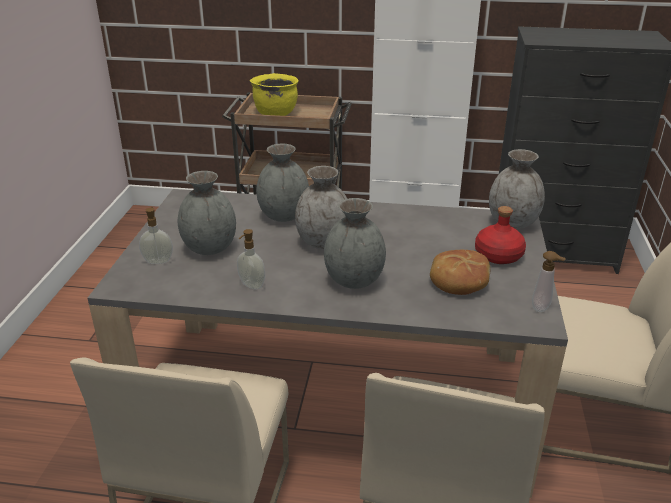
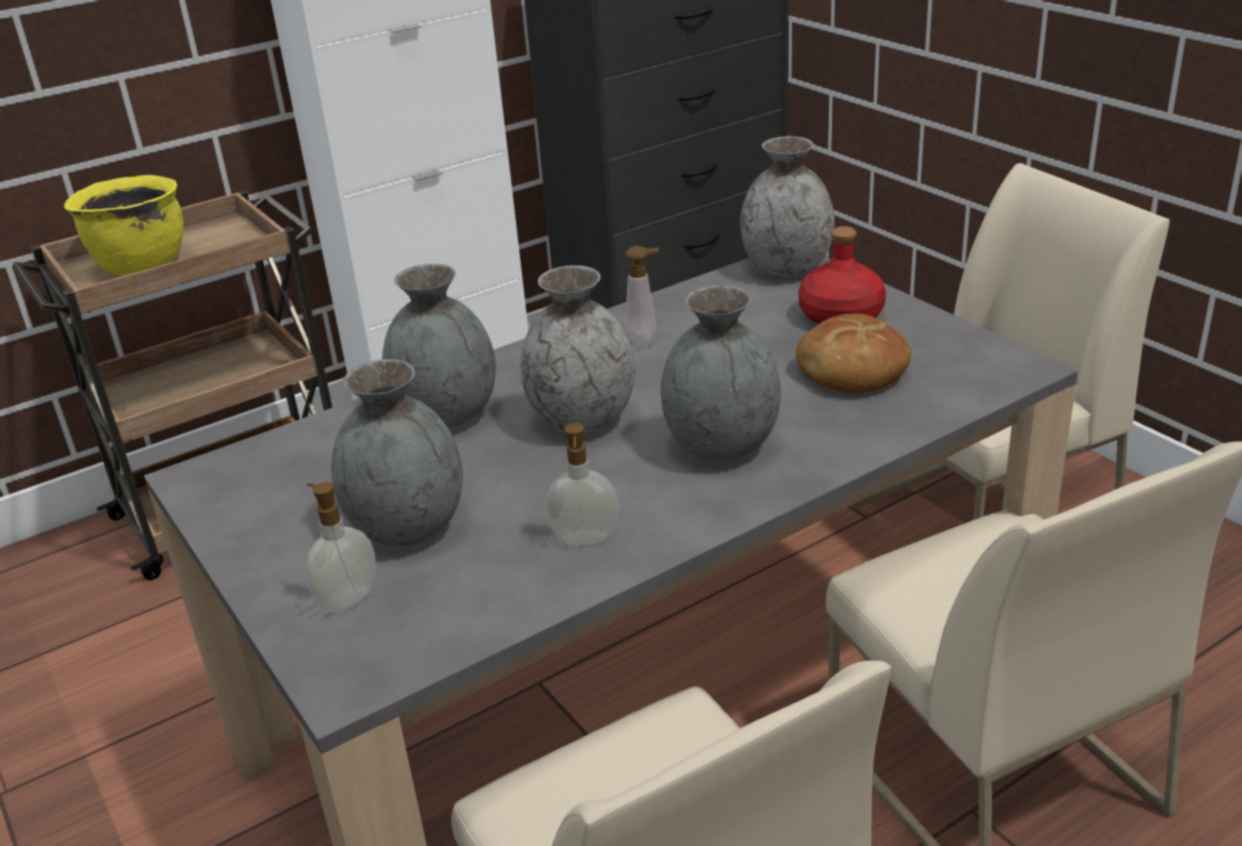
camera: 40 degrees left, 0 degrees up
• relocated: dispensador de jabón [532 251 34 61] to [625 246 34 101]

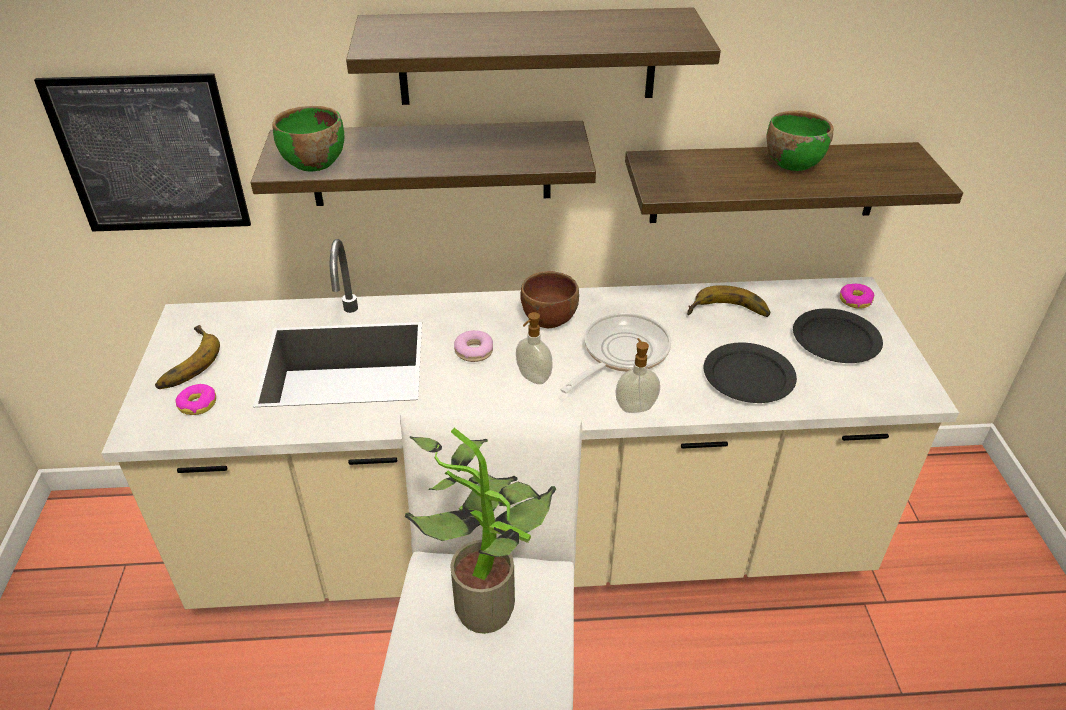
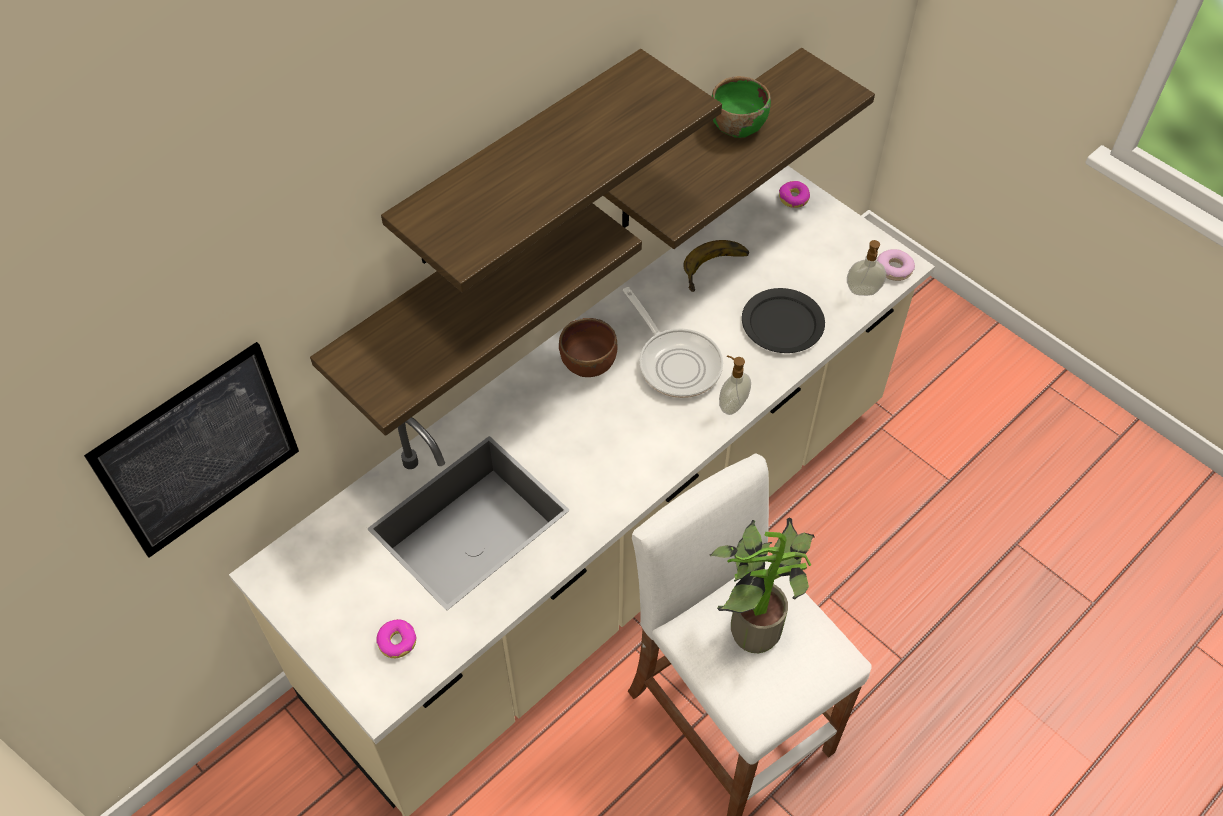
camera: 40 degrees left, 15 degrees up
• missing: cuenco/verde [272 106 72 65]
• missing: plato/negro [793 308 90 55]
• relocated: dispensador de jabón [516 312 37 72] to [847 240 39 56]
• spun: sartén [560 313 111 80] = [623 287 100 111] 150 degrees clockwise
• missing: plátano [155 325 65 64]
• relocated: rosquilla [454 330 39 32] to [877 249 38 32]

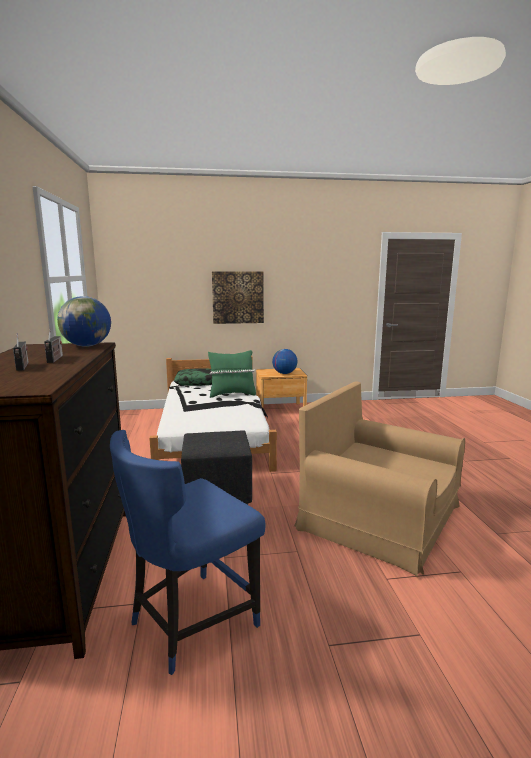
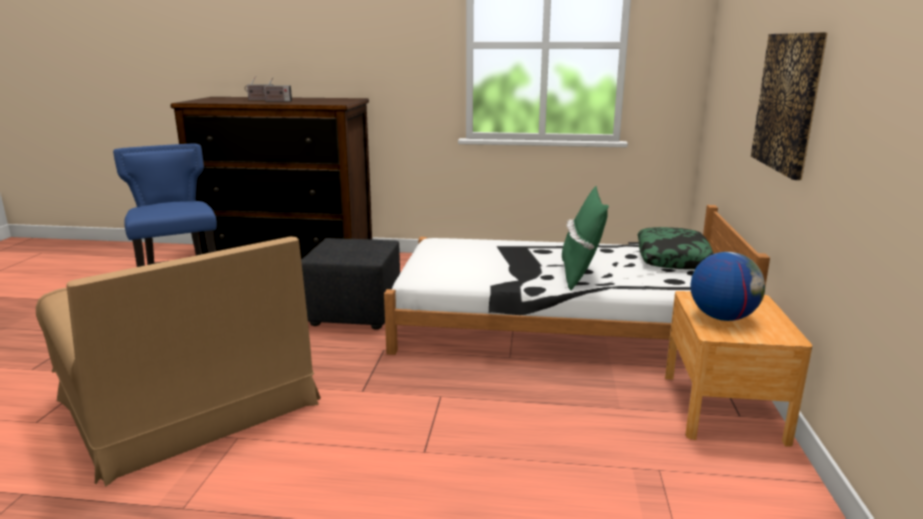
camera: 105 degrees right, 5 degrees up
• missing: globo terráqueo [57 296 54 51]
• spun: sillón/marrón [294 382 171 195] = [36 237 285 250] 90 degrees clockwise

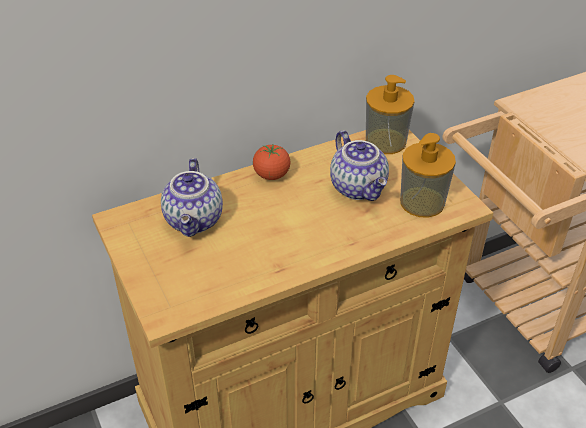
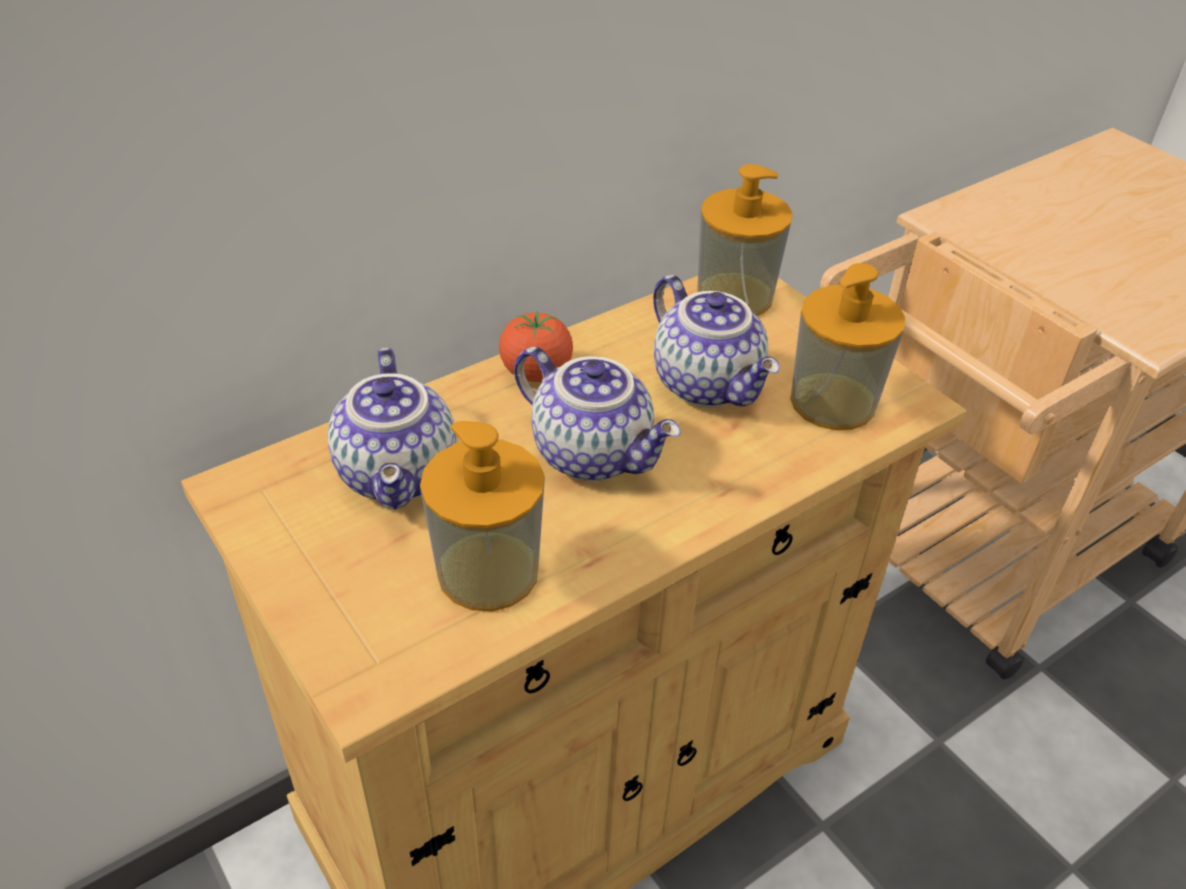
camera: 10 degrees left, 0 degrees up
• appeared: tetera [514 347 167 134]
• appeared: dispensador de jabón [420 421 125 190]

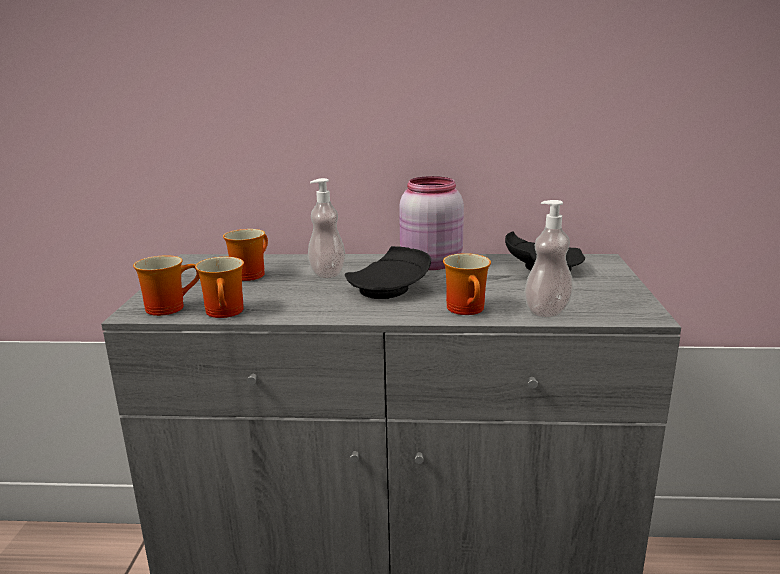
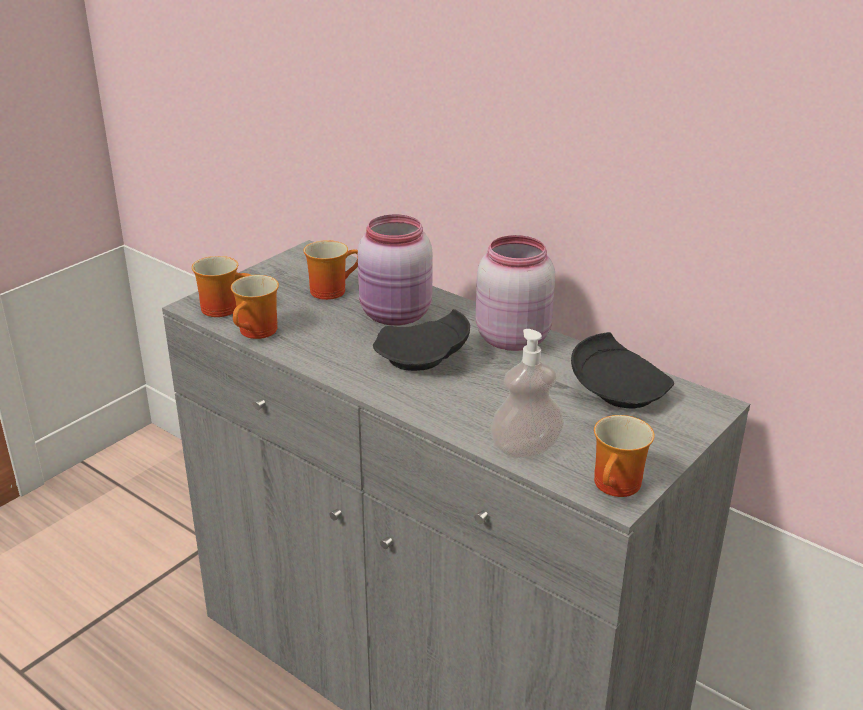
camera: 35 degrees right, 10 degrees up
• exchanged: dispensador de jabón [308 178 38 101] to tarro/rosa [358 214 75 112]
• relocated: taza grande [443 253 48 62] to [594 415 61 82]

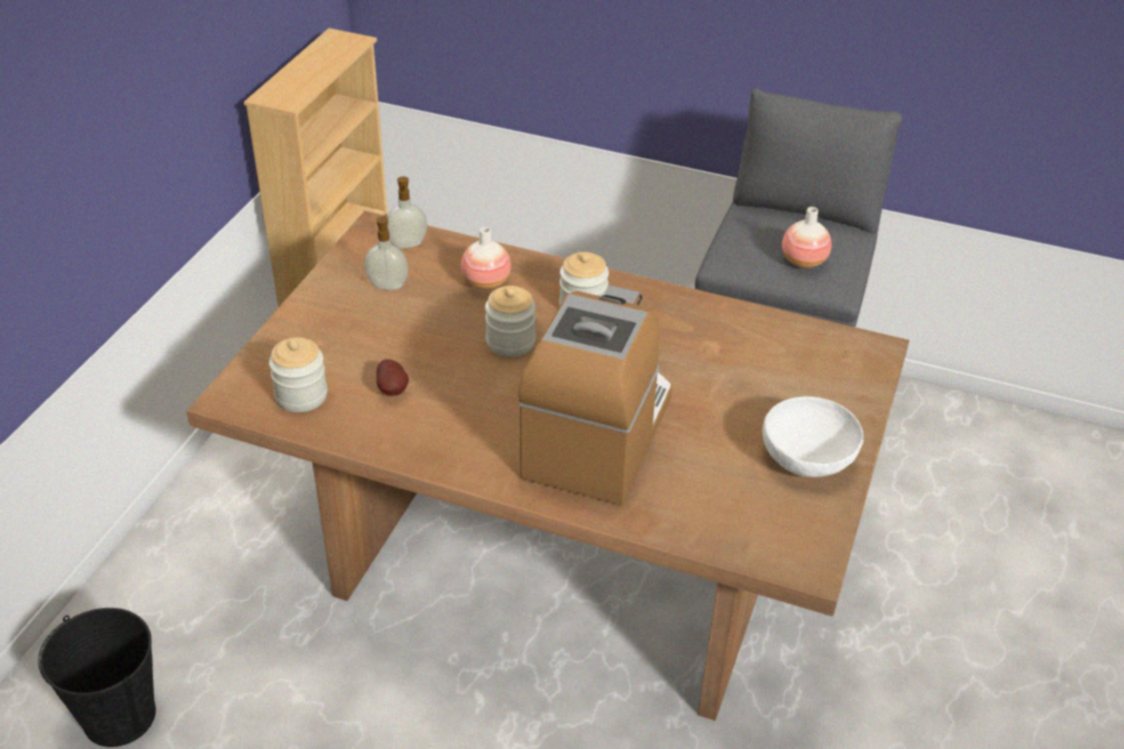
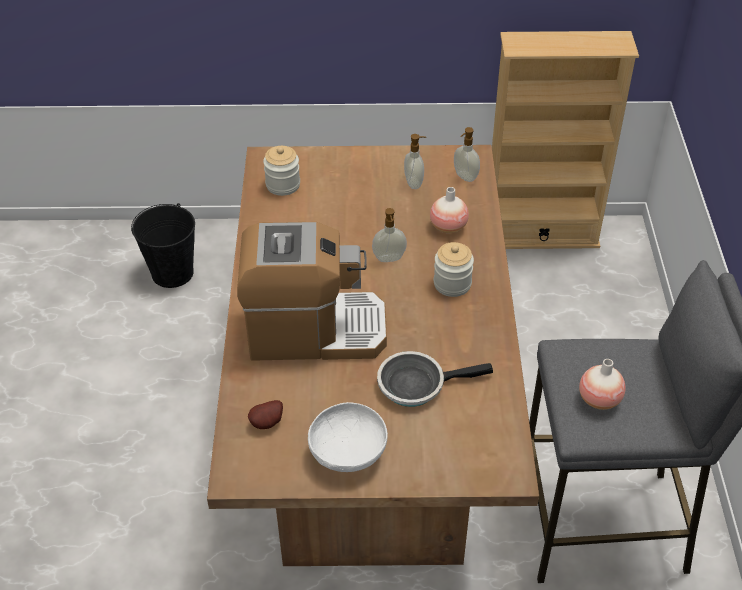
camera: 70 degrees right, 5 degrees up
• exchanged: tarro [485 286 51 71] to dispensador de jabón [372 208 35 54]
• relocated: patata [376 359 33 37] to [248 400 35 29]
• appeared: sartén [377 351 116 56]

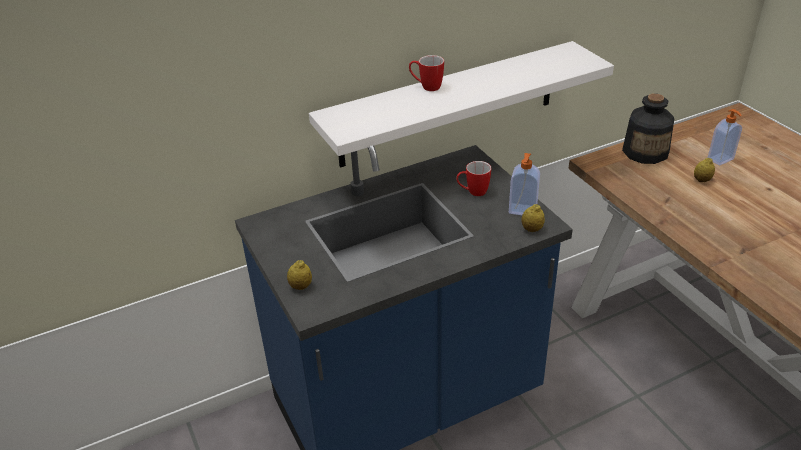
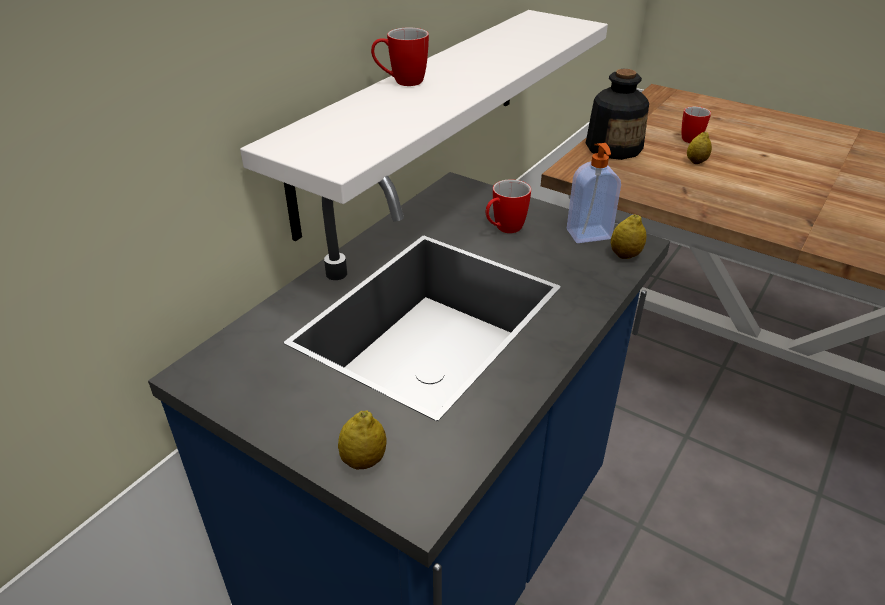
camera: 30 degrees left, 0 degrees up
• exchanged: dispensador de jabón [708 109 34 57] to taza grande [682 106 29 37]

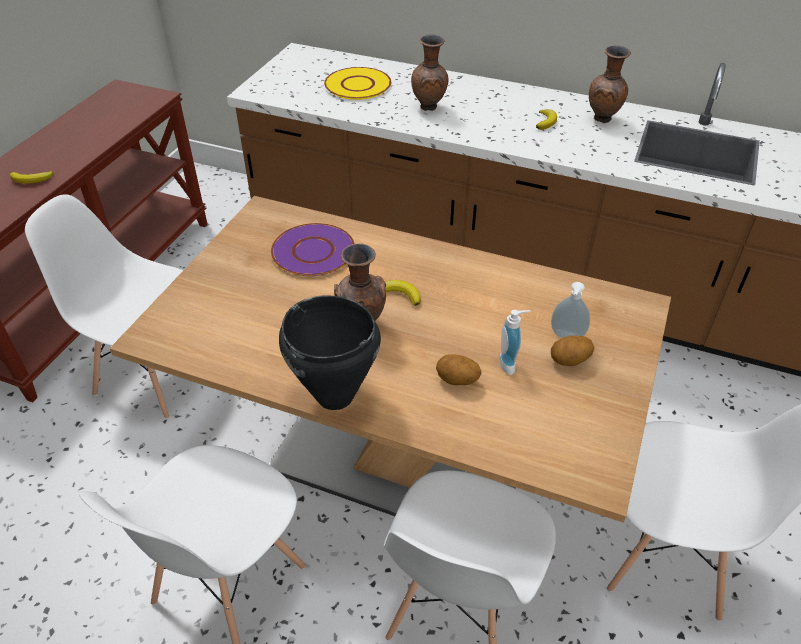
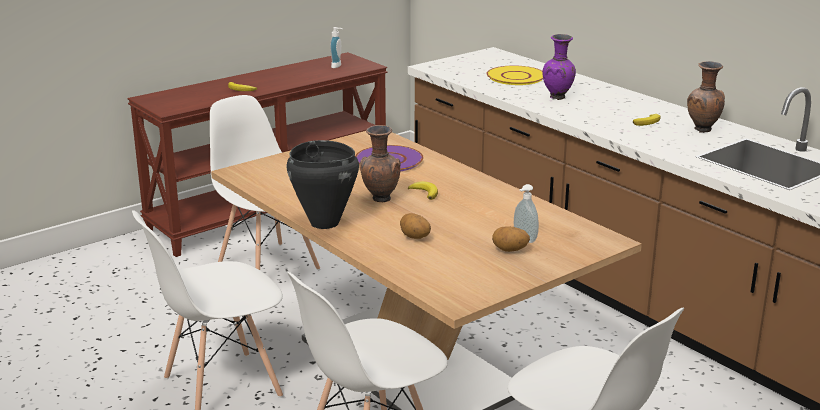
camera: 30 degrees right, 20 degrees down
• colour: florero/marrón [411 35 37 76] to florero/morado [543 34 33 66]
• relocated: dispensador de jabón [499 310 32 65] to [330 27 13 41]

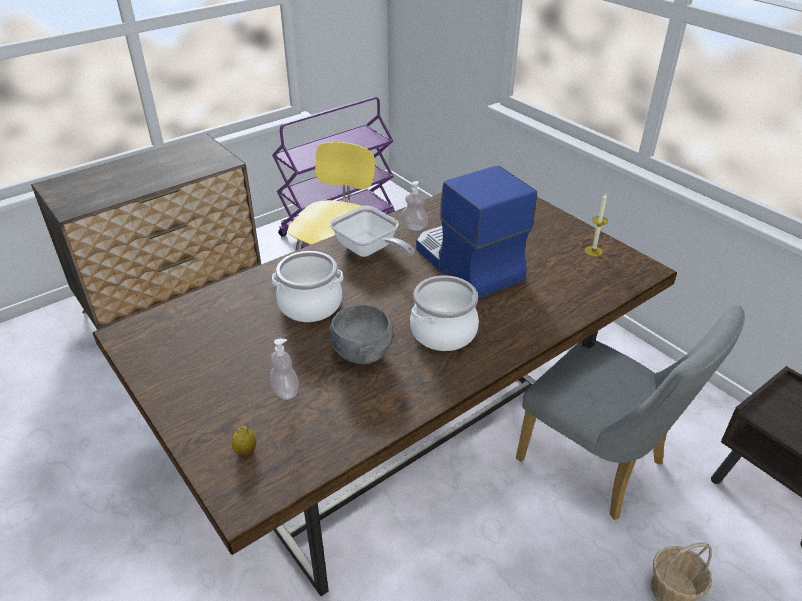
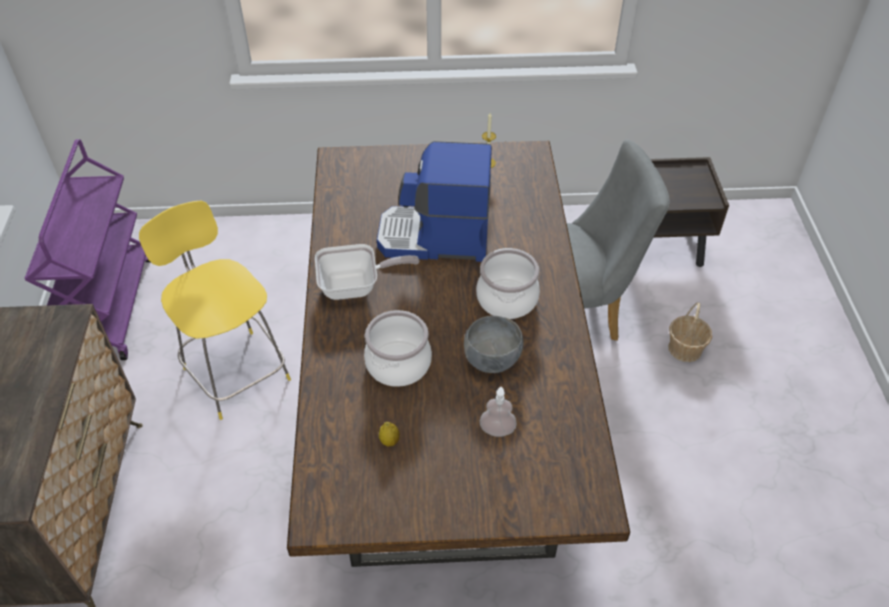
camera: 55 degrees left, 10 degrees up
• missing: dispensador de jabón [401 181 27 50]
• relocated: limón [232 426 24 30] to [379 422 21 24]

